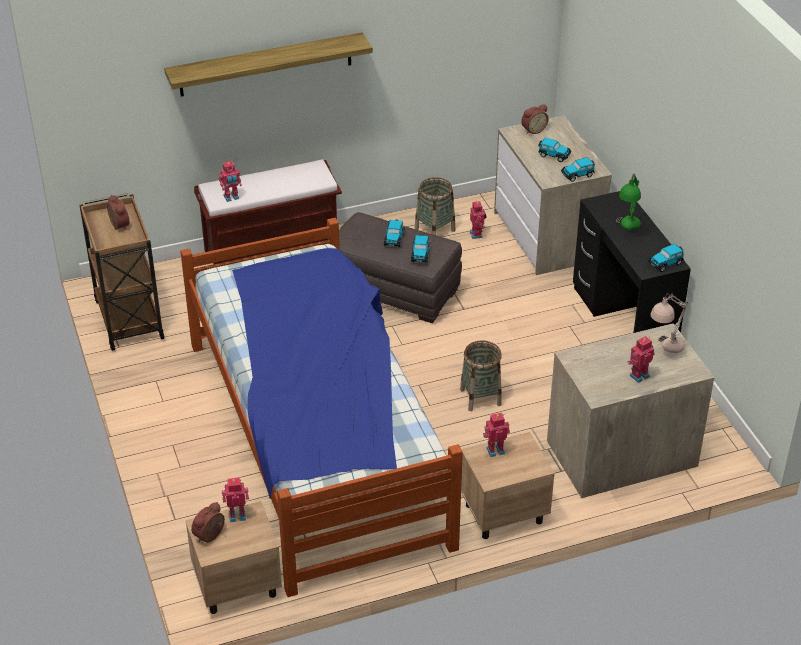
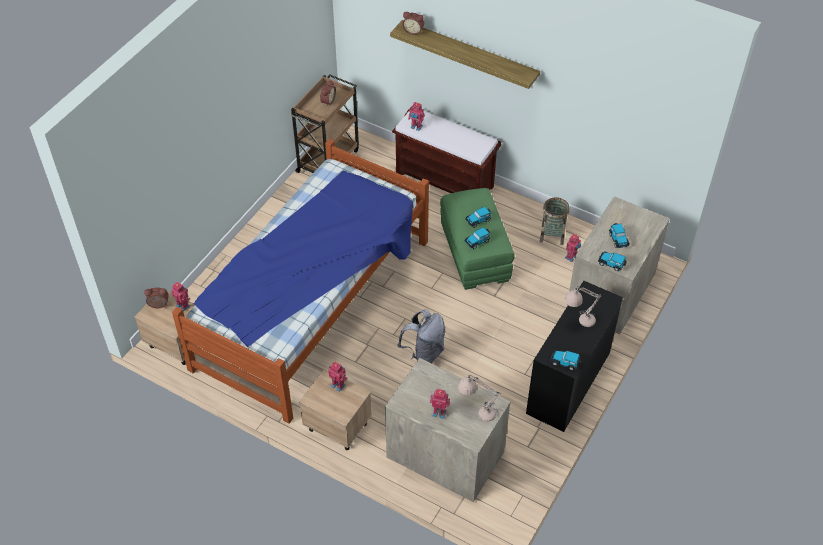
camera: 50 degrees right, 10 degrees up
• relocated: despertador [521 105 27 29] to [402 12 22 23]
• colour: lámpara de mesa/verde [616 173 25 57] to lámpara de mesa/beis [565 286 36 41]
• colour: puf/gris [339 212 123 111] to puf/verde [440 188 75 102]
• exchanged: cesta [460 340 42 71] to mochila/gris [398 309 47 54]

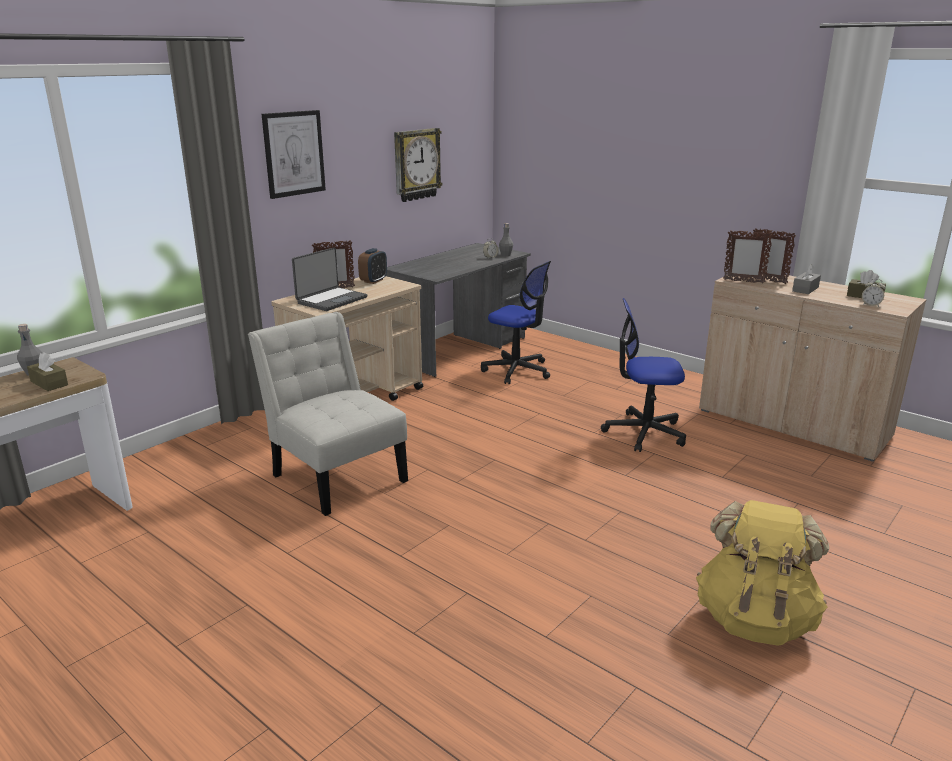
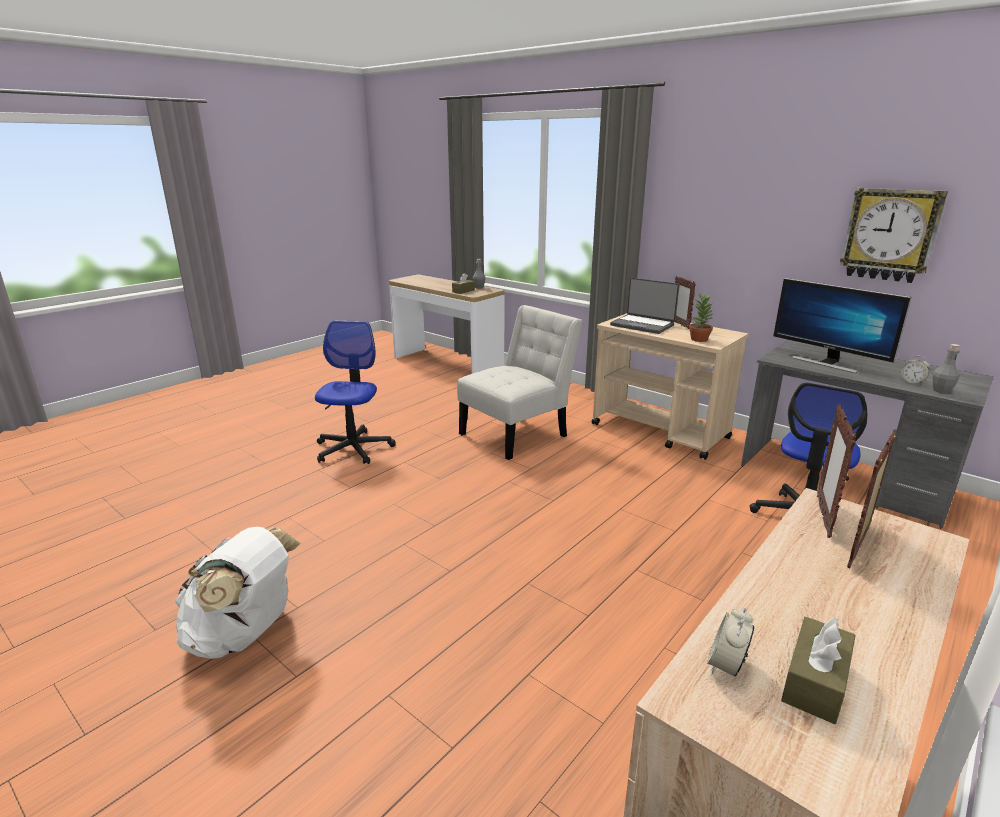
camera: 90 degrees right, 0 degrees up
• missing: cuadro [262 110 64 89]
• missing: despertador [358 248 29 36]
• missing: caja de pañuelos/gris [792 264 29 30]
• relocated: silla de oficina [601 298 85 154] to [315 321 81 143]
• colour: mochila/amarillo [696 500 133 146] to mochila/blanco [175 527 126 132]
• appeared: monitor [773 278 139 95]
• appeared: planta en maceta [689 293 24 49]

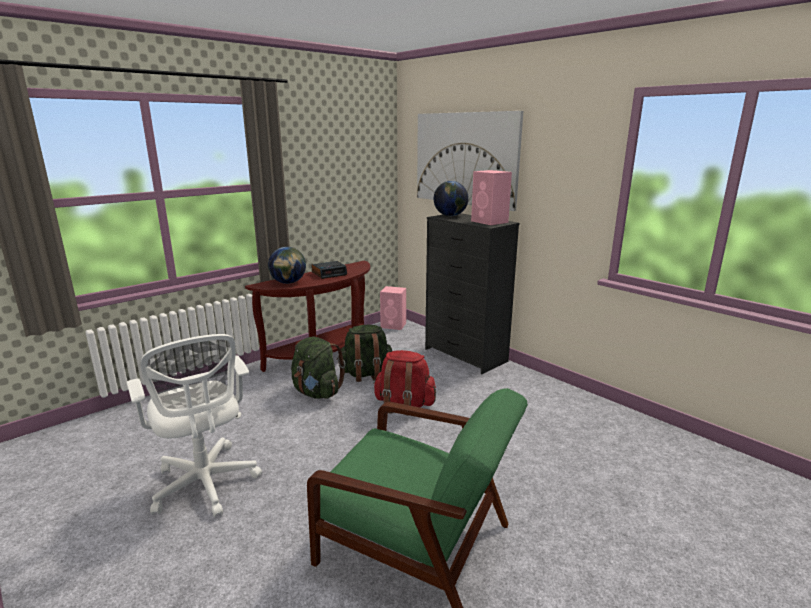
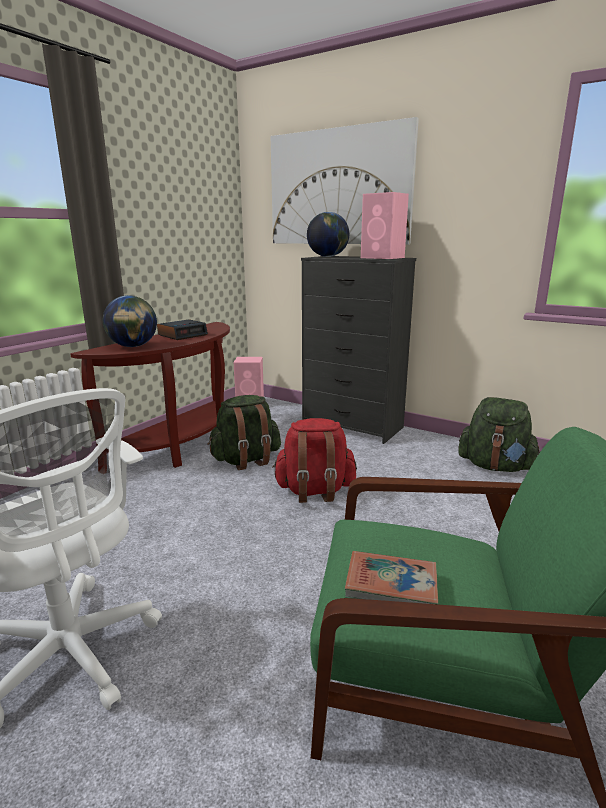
camera: 15 degrees left, 0 degrees up
• relocated: mochila/verde [291 337 54 62] to [458 397 83 75]
• appeared: libro [345 551 93 53]

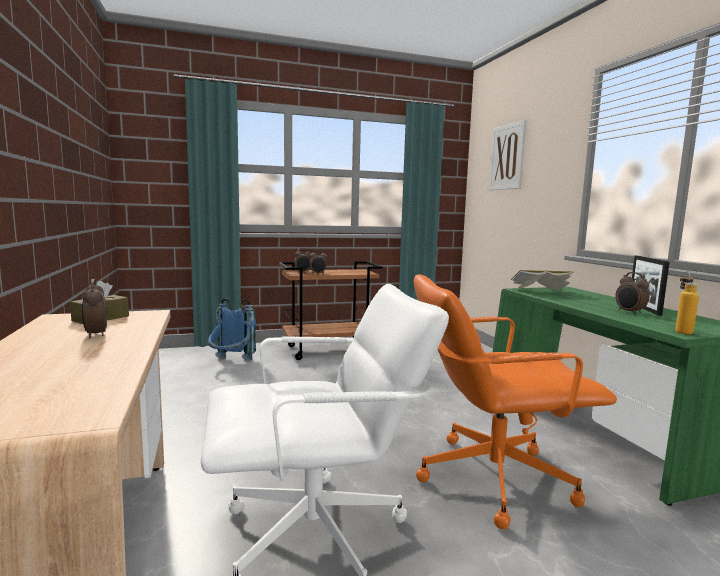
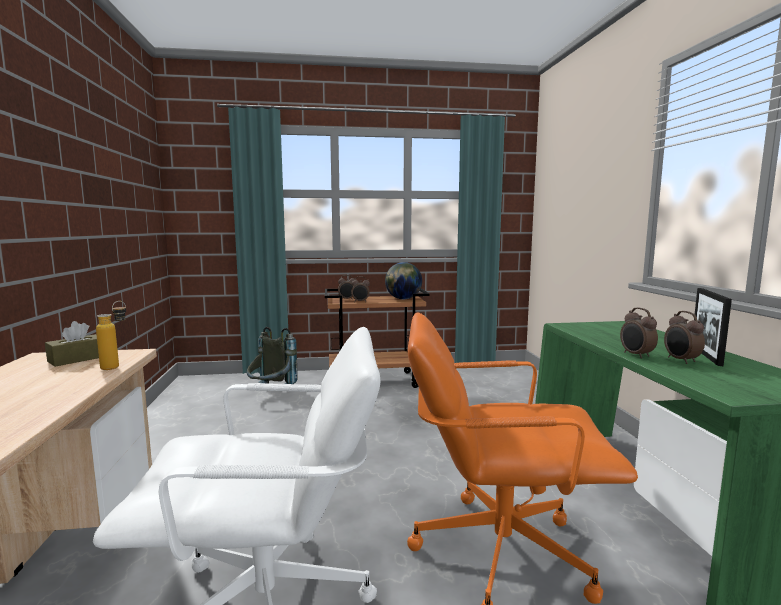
camera: 10 degrees right, 0 degrees up
• missing: cuadro [488 120 39 70]
• missing: libro [510 270 64 21]
• relocated: botella [675 271 24 64] to [96 301 30 69]
• relocated: despertador [82 279 25 59] to [620 307 38 52]
• colour: mochila/azul [208 298 48 63] to mochila/gris [247 327 51 57]
• appeared: globo terráqueo [385 262 37 37]

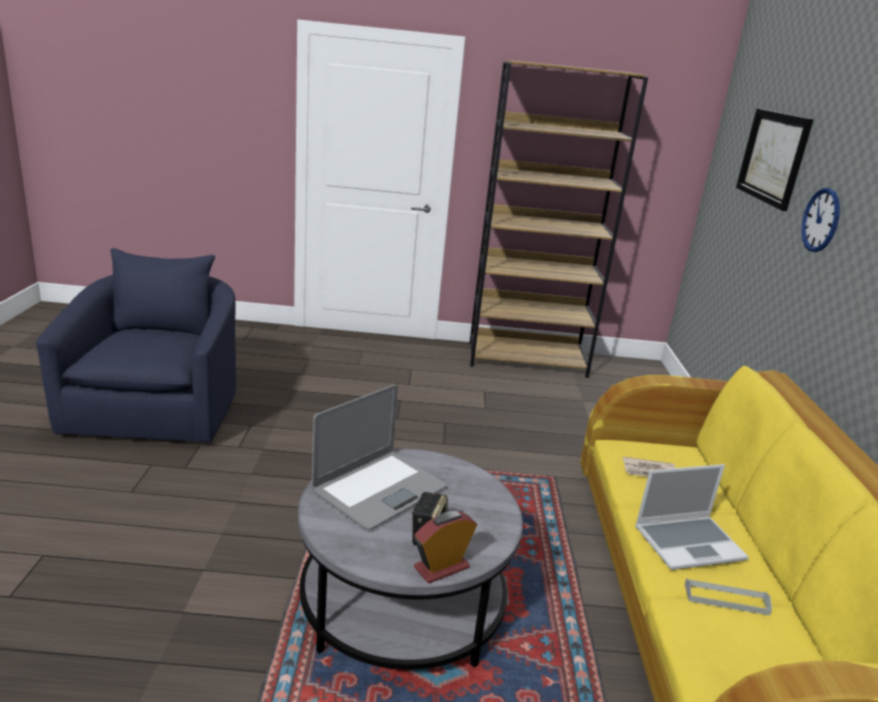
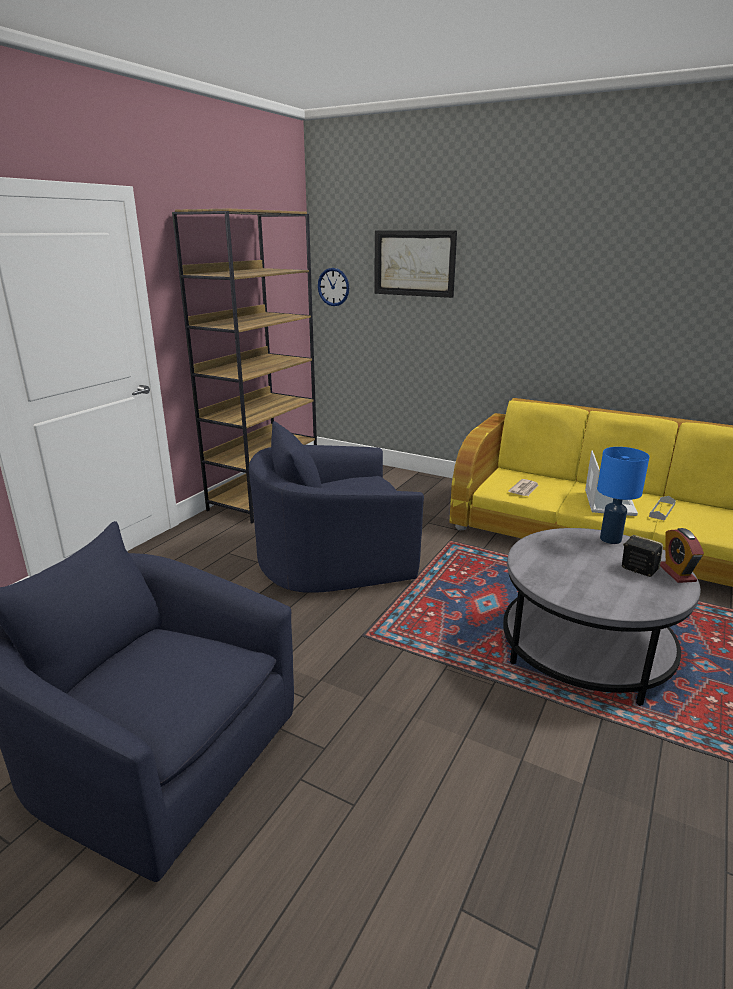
camera: 60 degrees left, 0 degrees up
• relocated: reloj de pared [801 188 39 64] to [318 268 31 38]
• missing: portátil [312 385 134 145]
• appeared: sillón/azul [249 421 175 172]
• appeared: lámpara de mesa/azul [597 447 53 97]

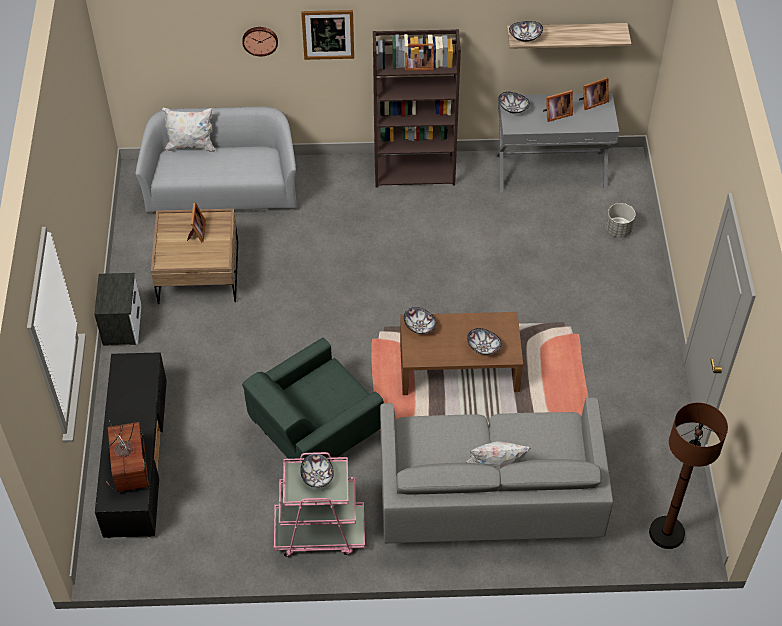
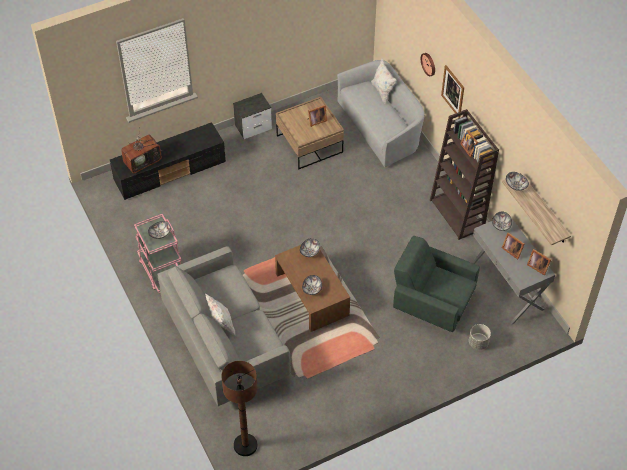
camera: 65 degrees right, 0 degrees up
• relocated: sillón/verde [242 338 142 124] to [393 236 87 96]

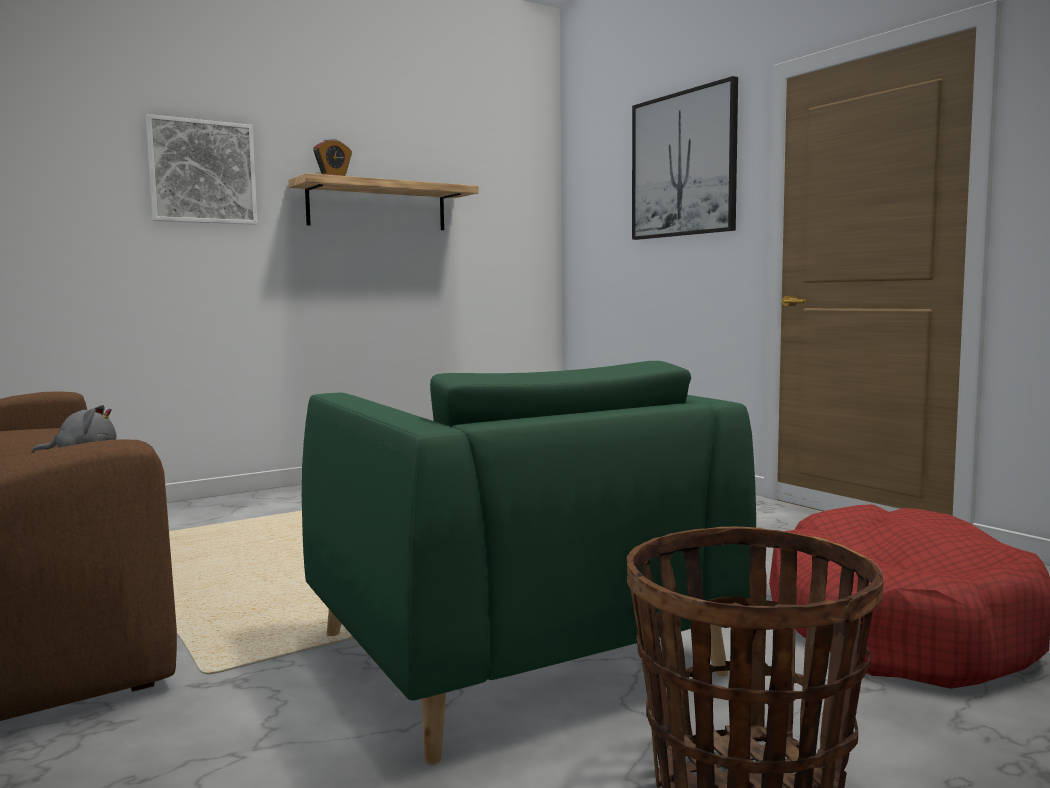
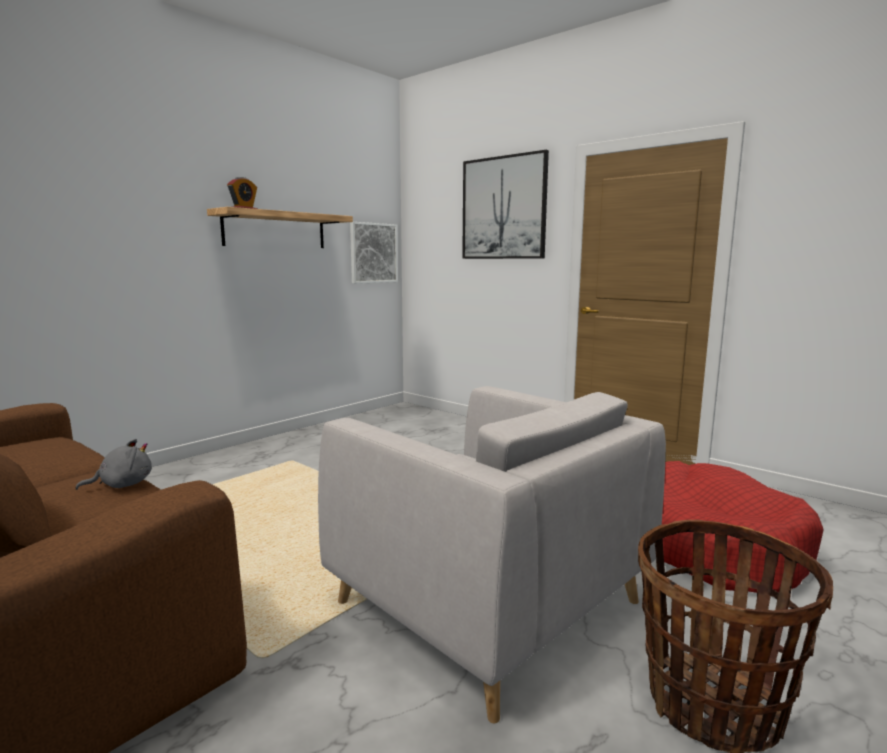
camera: 15 degrees left, 5 degrees up
• relocated: cuadro [146 114 112 111] to [350 222 48 62]
• colour: sillón/verde [302 361 454 403] to sillón/gris [318 386 348 337]

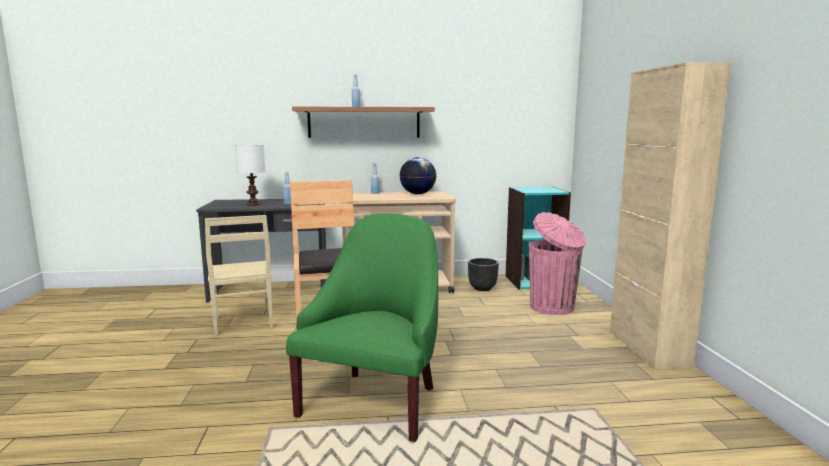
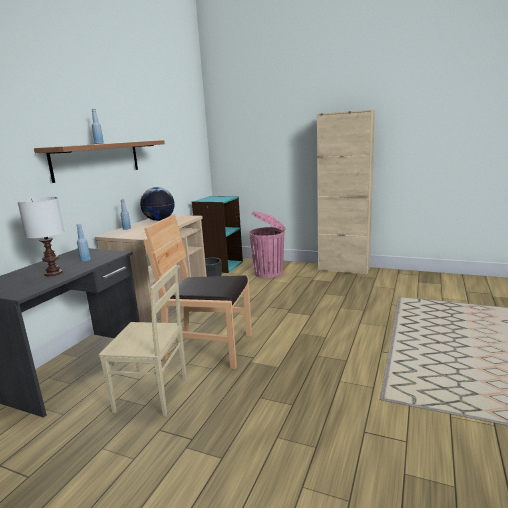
camera: 60 degrees left, 5 degrees up
• missing: sillón/verde [286 214 152 228]

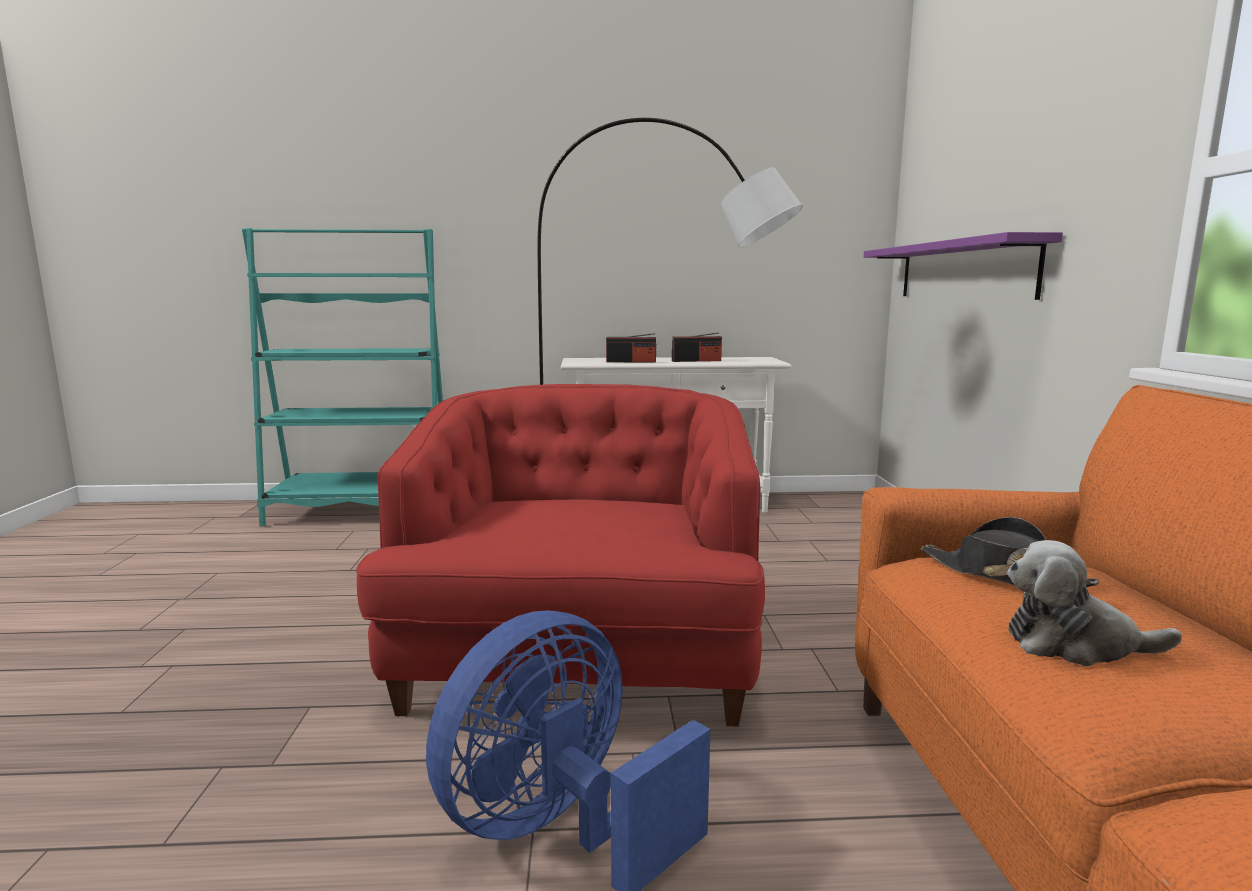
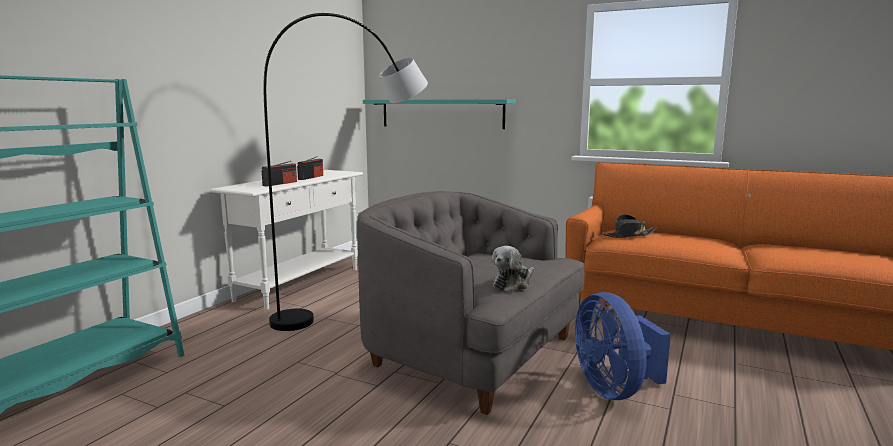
camera: 60 degrees left, 0 degrees up
• colour: estante/morado [864 232 199 68] to estante/turquesa [363 99 153 30]
• colour: sillón/rojo [356 384 409 343] to sillón/gris [357 191 228 224]
• relocated: peluche [1007 540 175 126] to [492 246 42 46]

